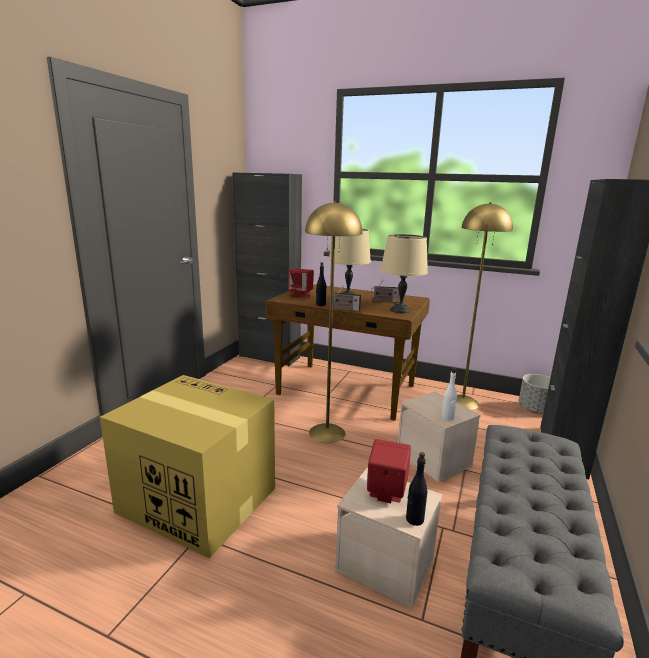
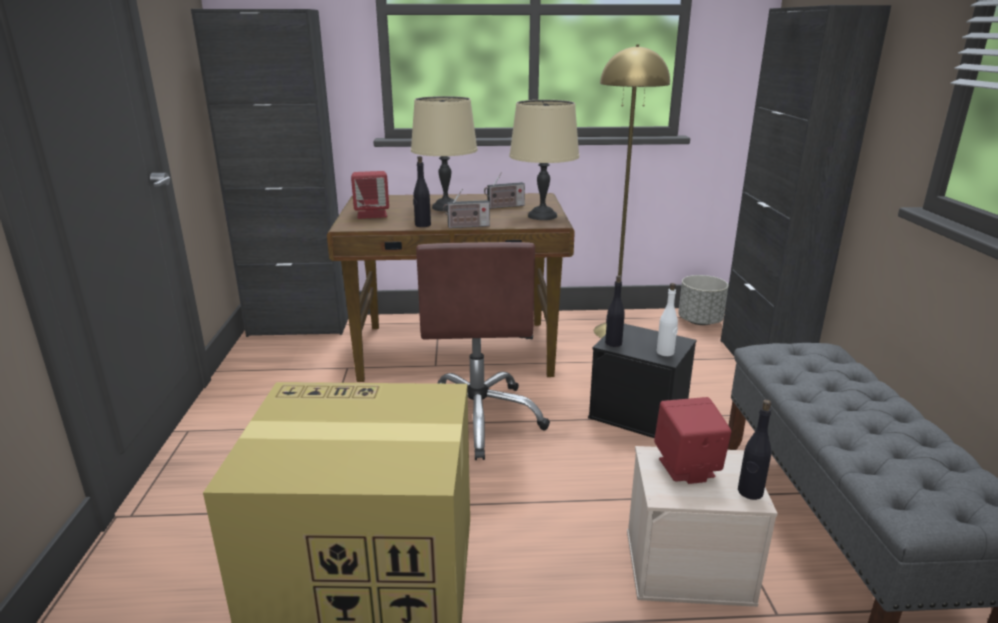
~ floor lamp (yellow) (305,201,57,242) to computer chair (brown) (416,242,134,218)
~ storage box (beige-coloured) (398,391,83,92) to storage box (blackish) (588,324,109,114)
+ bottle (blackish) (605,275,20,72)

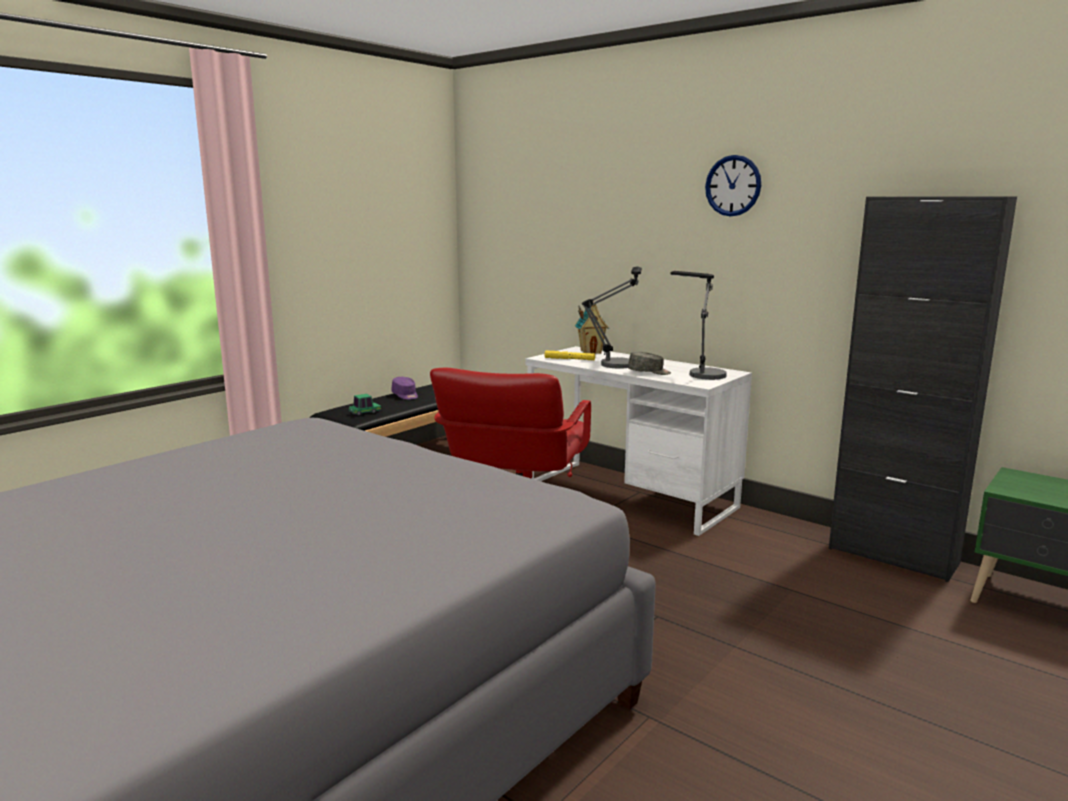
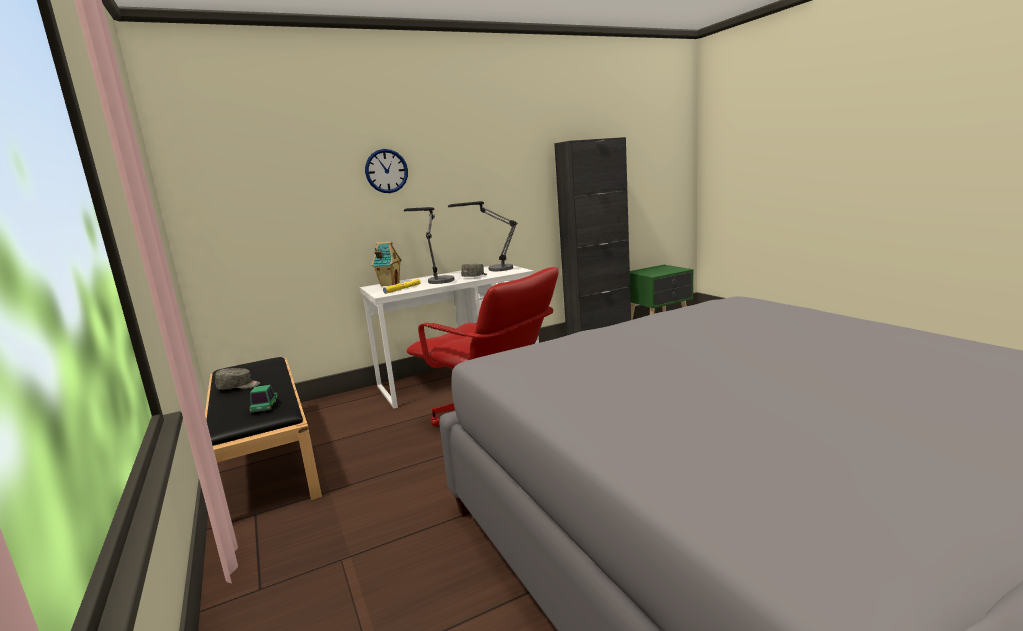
~ baseball cap (purplish) (392,377,26,23) to baseball cap (gray) (215,368,45,21)
~ clock on the wall (705,155,56,61) to (365,149,43,44)

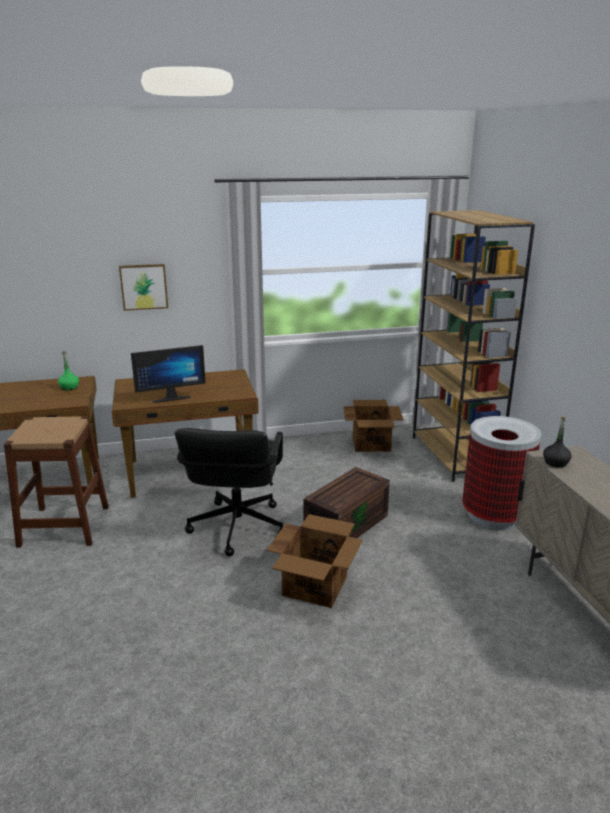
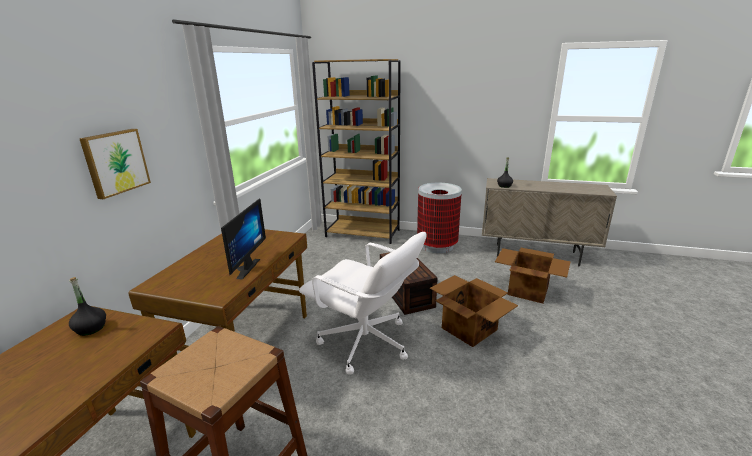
~ bottle (green) (58,351,21,39) to bottle (blackish) (69,277,37,59)
~ computer chair (blackish) (175,428,108,128) to computer chair (white-coloured) (299,232,127,142)
~ packing box (343,400,61,52) to (495,248,76,56)

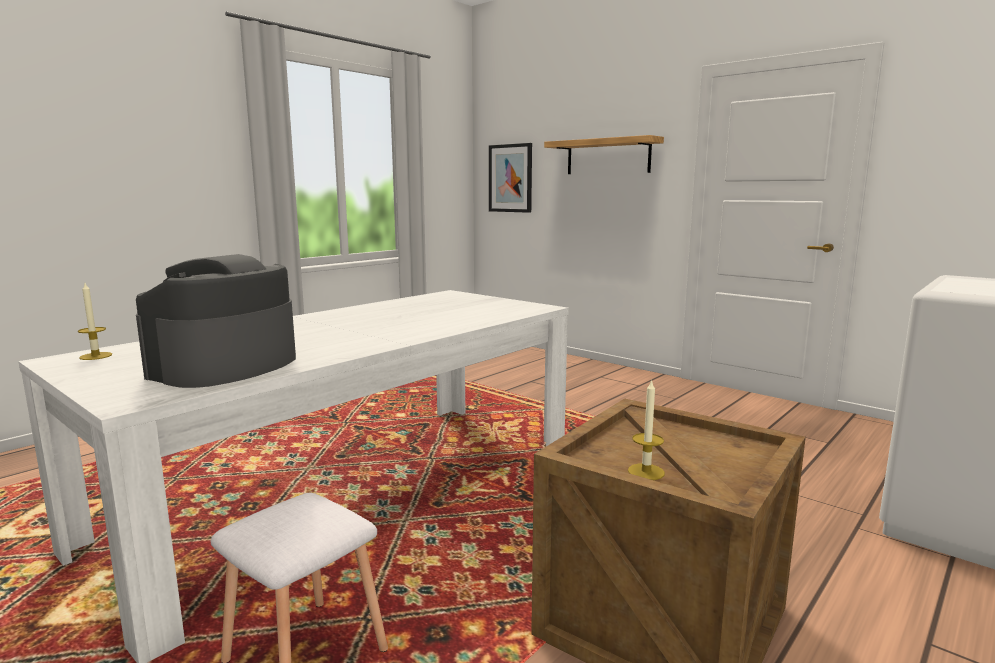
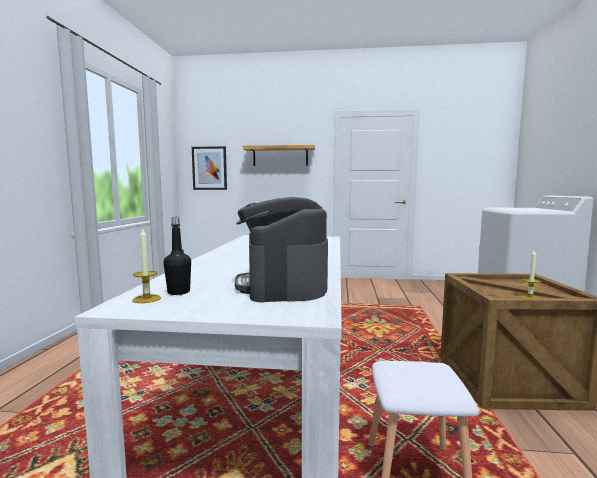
+ bottle (blackish) (163,217,28,78)

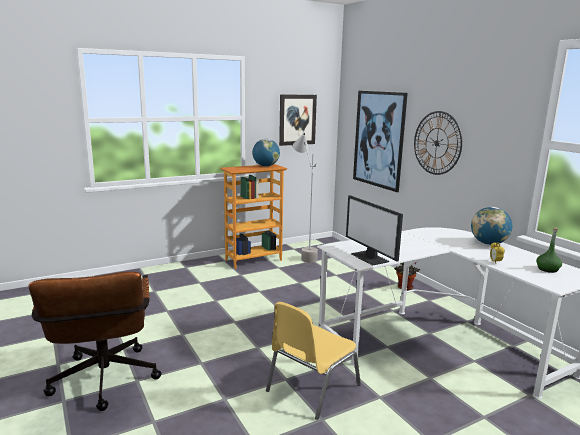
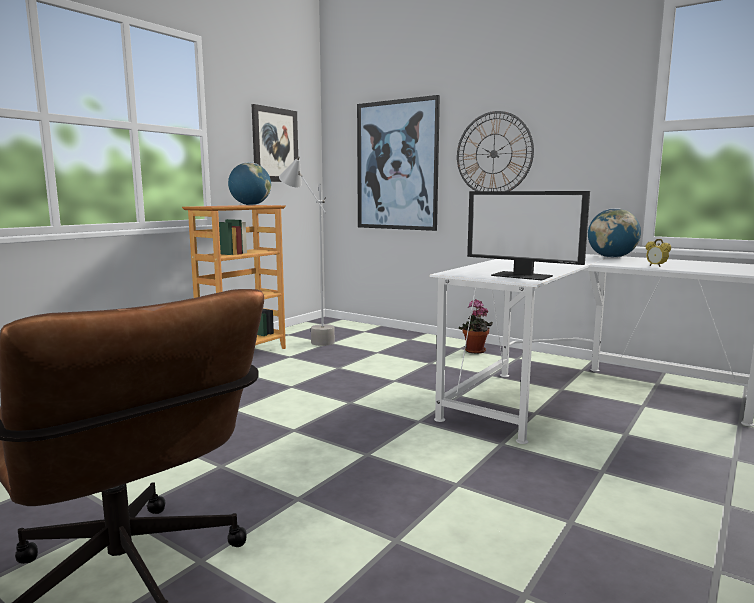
- chair (yellow) (266,302,95,118)
- bottle (green) (536,228,26,45)

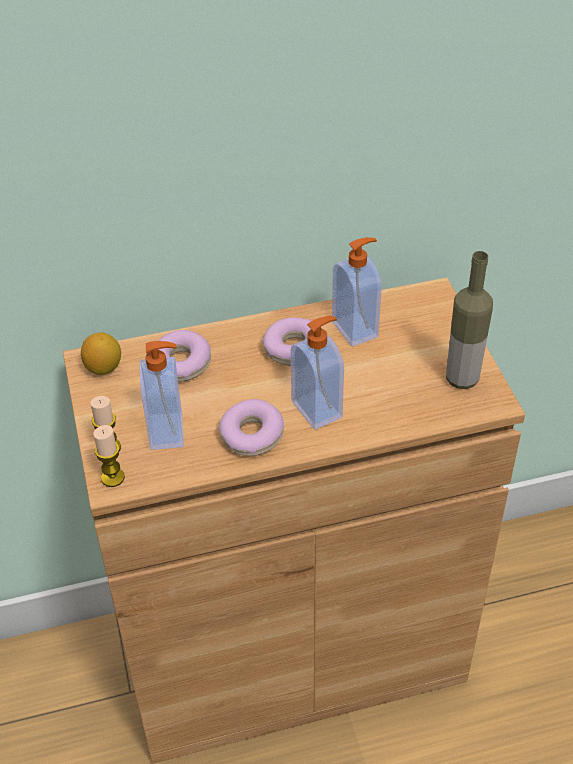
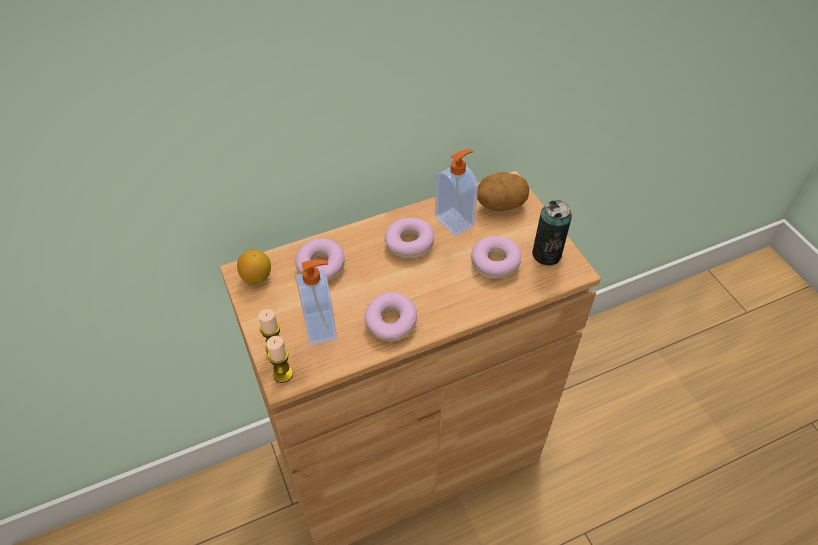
- soap dispenser (291,316,53,114)
~ bottle (446,251,47,138) to sealed can (532,200,40,66)
+ donut (471,236,50,43)
+ whole potato (477,172,52,39)

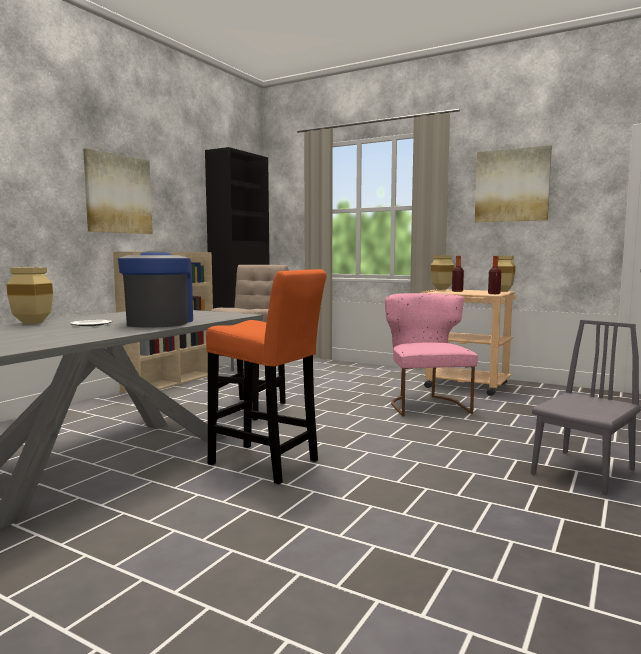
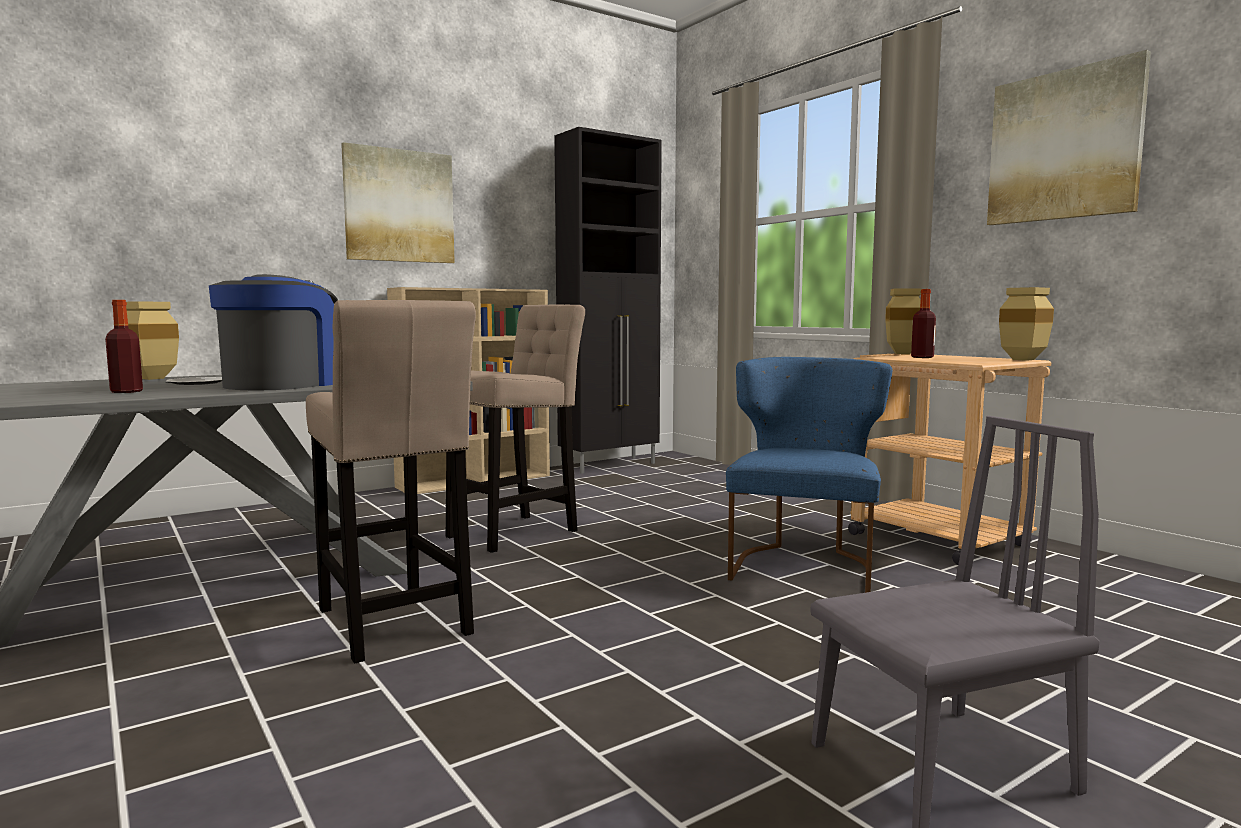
~ stool (orange-coloured) (206,269,121,215) to stool (beige-coloured) (306,300,170,363)
~ chair (pink) (385,293,93,123) to chair (blue) (726,357,166,236)
~ bottle (488,256,13,38) to (105,300,38,93)

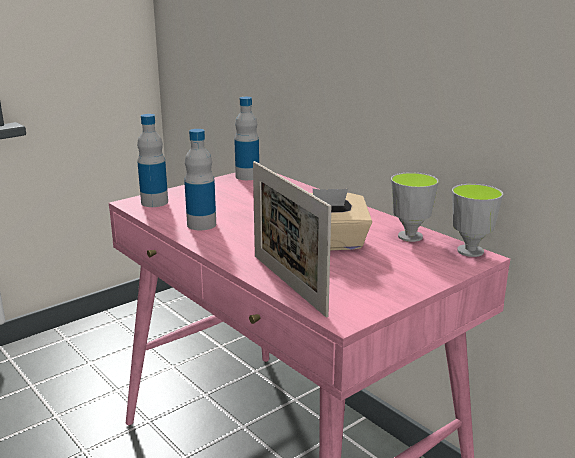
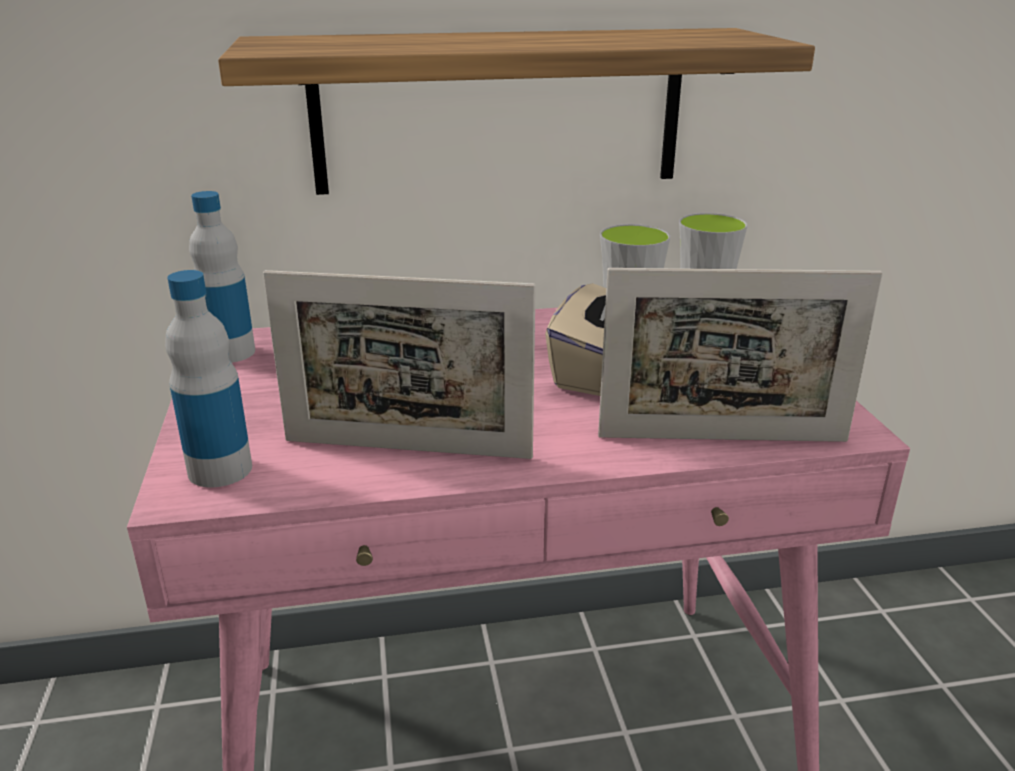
~ bottle (184,129,32,101) to picture frame (263,270,273,189)
+ wall shelf (218,28,597,167)

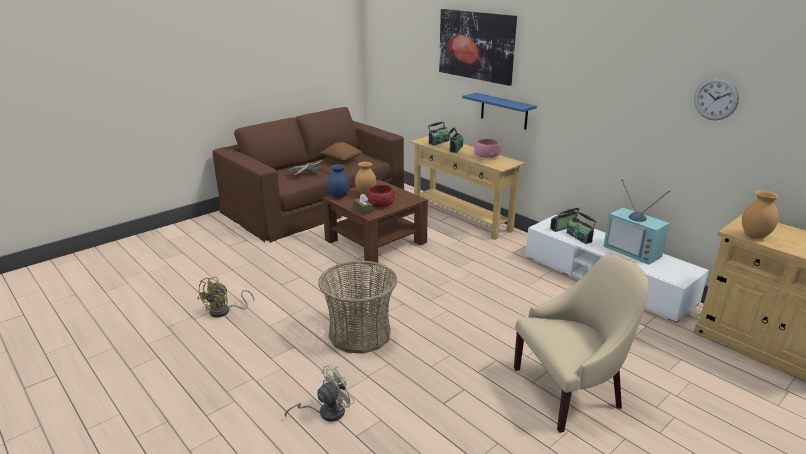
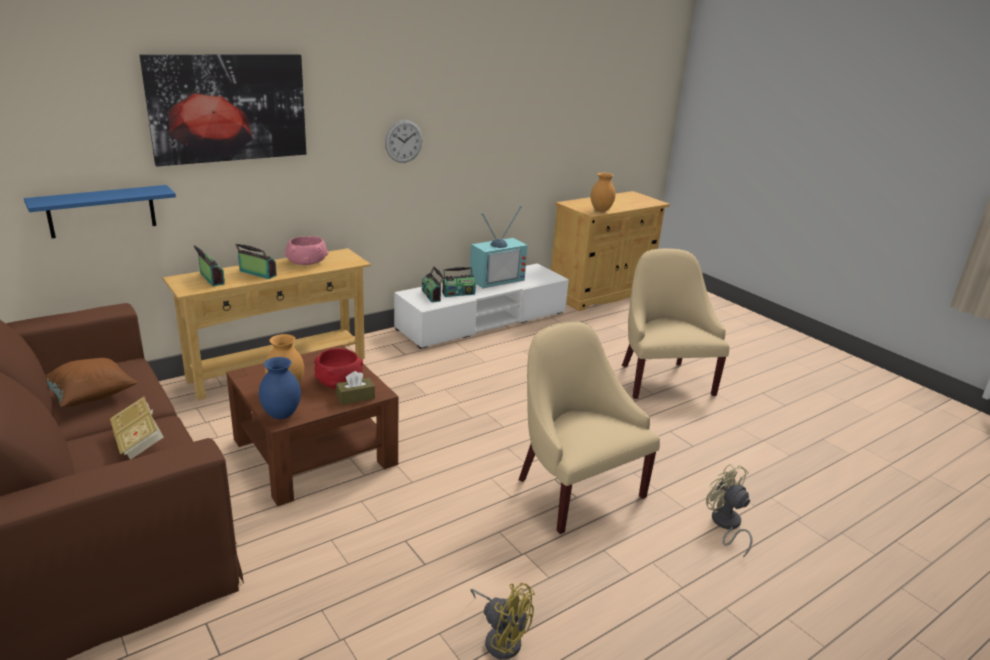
~ household basket (318,260,79,94) to lounge chair (beige-coloured) (518,321,142,213)
~ wall shelf (blue) (462,93,75,37) to (24,185,152,53)
~ clock on the wall (694,78,45,42) to (385,120,38,43)

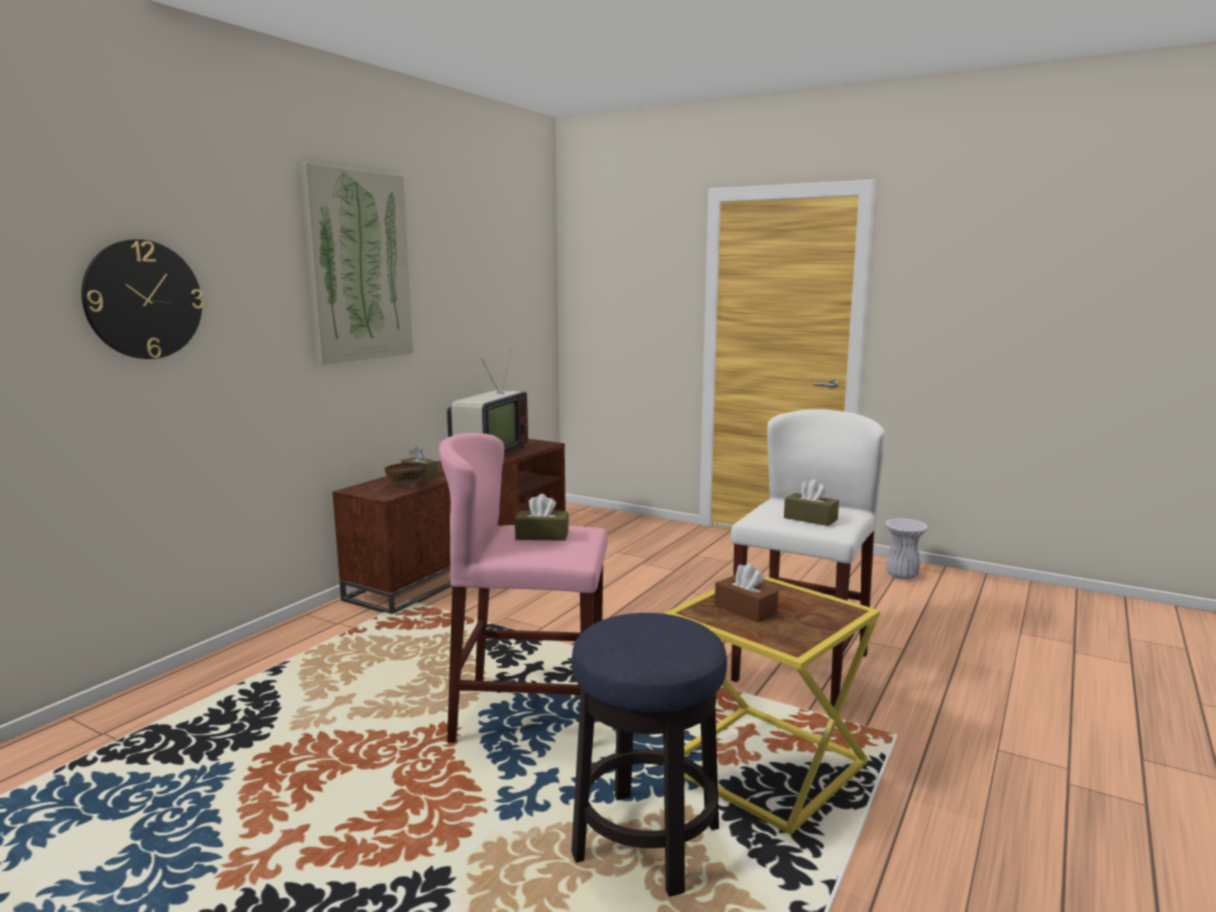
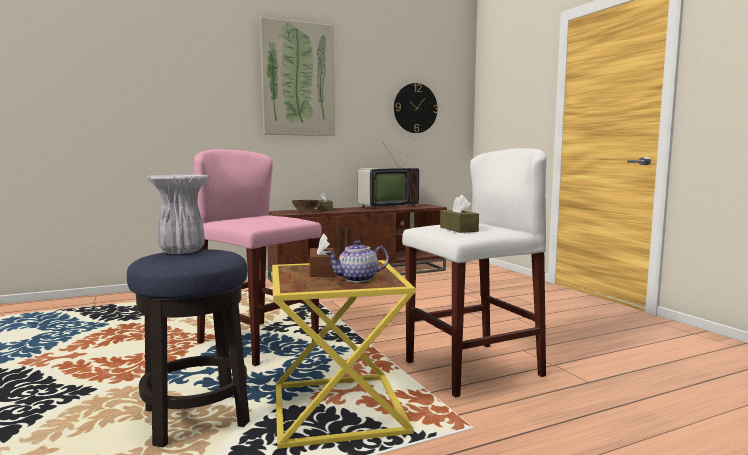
~ clock on the wall (82,239,122,120) to (394,83,44,50)
- tissue holder (brown) (515,494,54,47)
~ flower vase (white-coloured) (885,518,44,61) to (147,175,62,79)
+ pot for tea (326,240,63,42)

